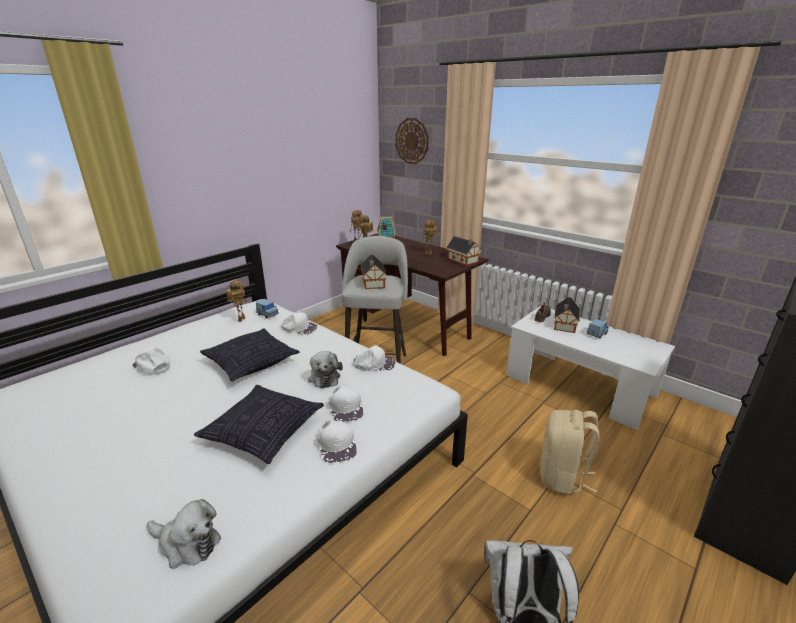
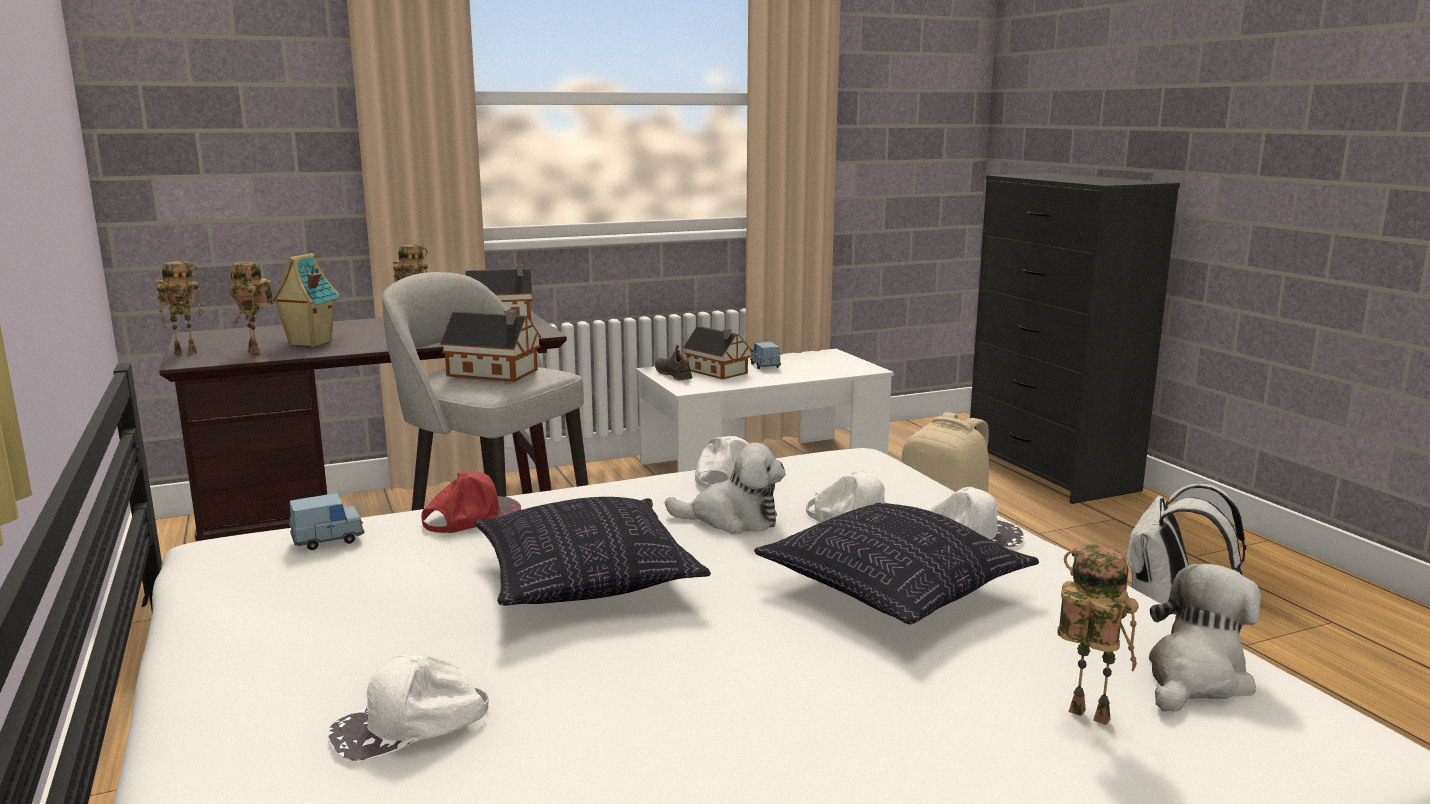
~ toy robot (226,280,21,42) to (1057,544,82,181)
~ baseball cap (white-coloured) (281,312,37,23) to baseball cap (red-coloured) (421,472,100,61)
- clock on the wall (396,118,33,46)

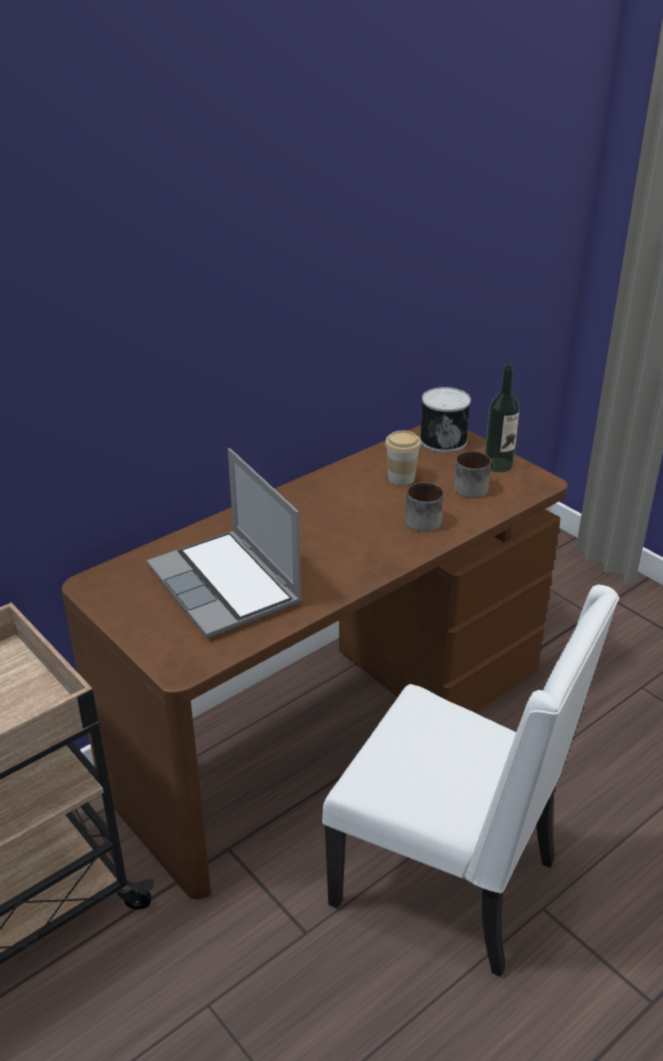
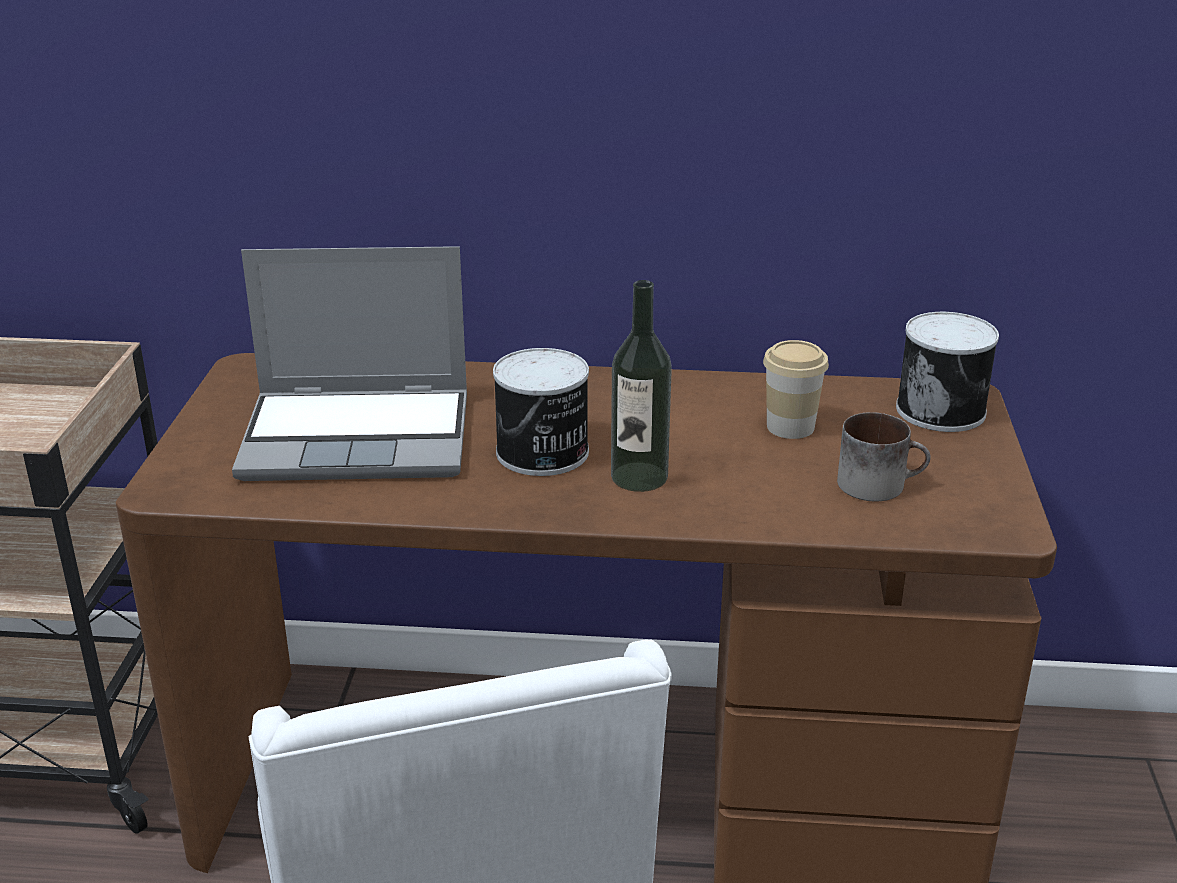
~ laptop (147,448,155,191) = (232,246,235,235) 105 degrees counterclockwise
- mug (405,482,39,50)
~ bottle (485,365,35,107) to (611,280,61,212)
+ sealed can (493,348,96,128)

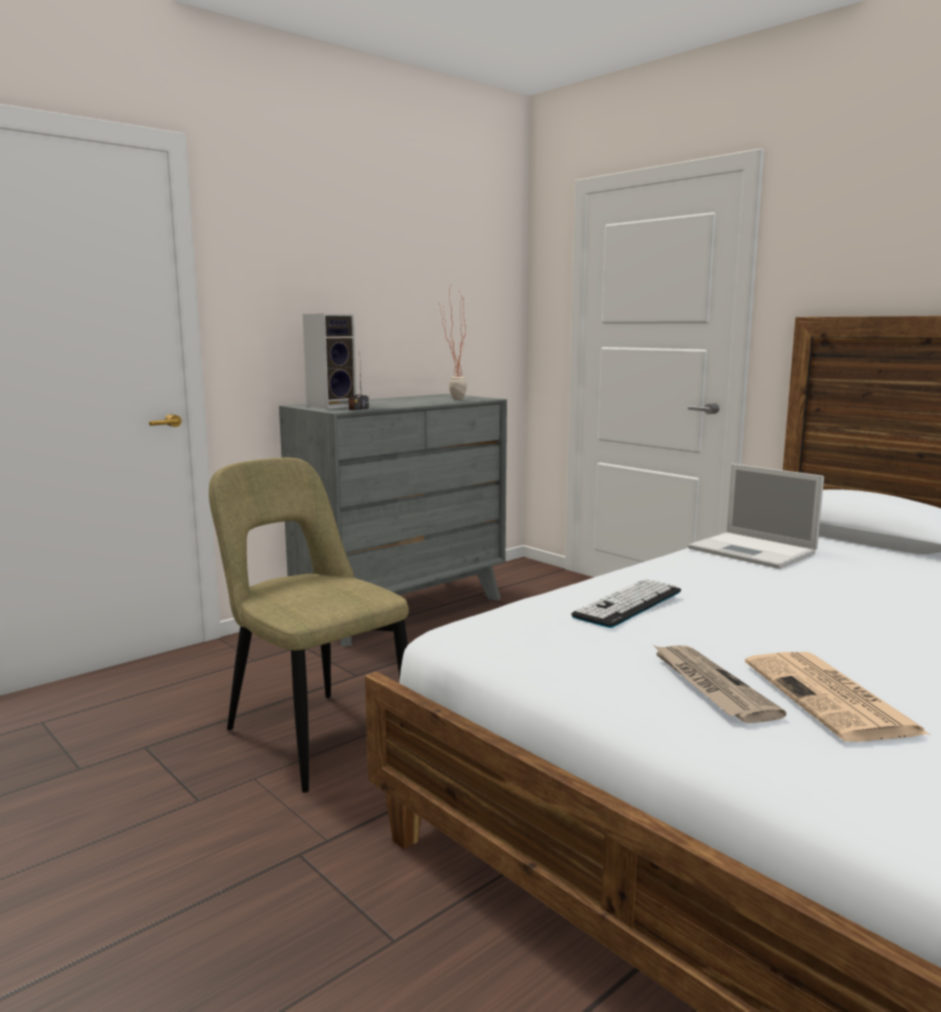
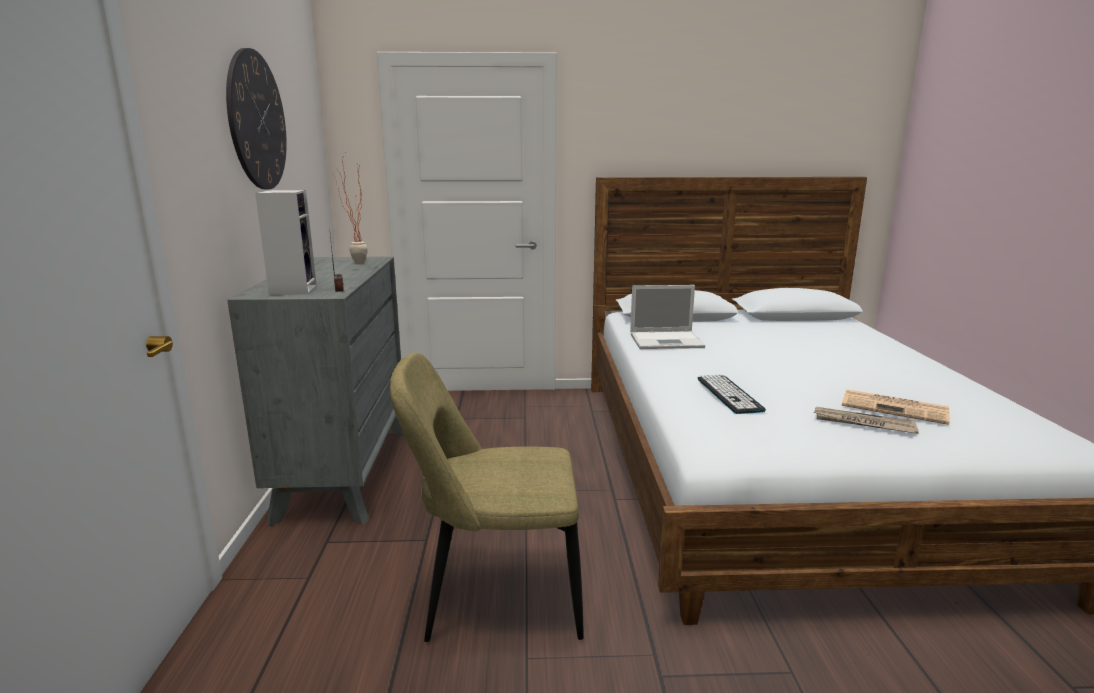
+ clock on the wall (226,48,61,141)

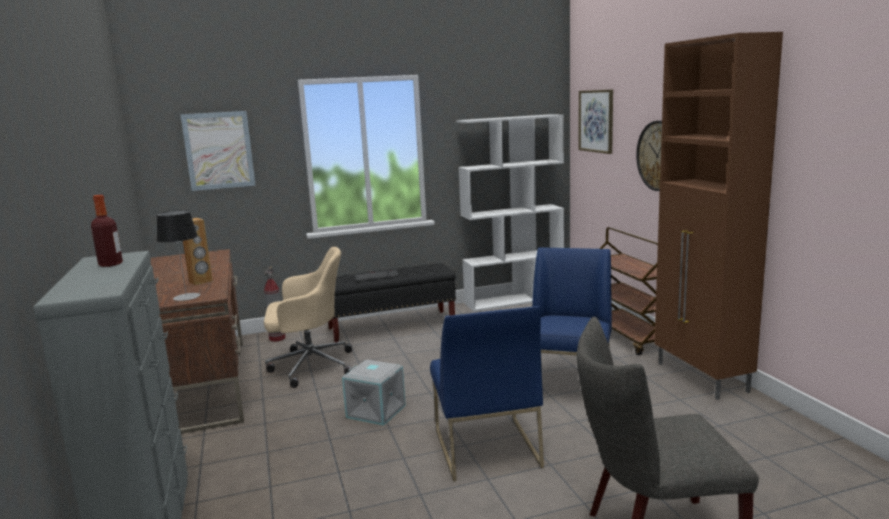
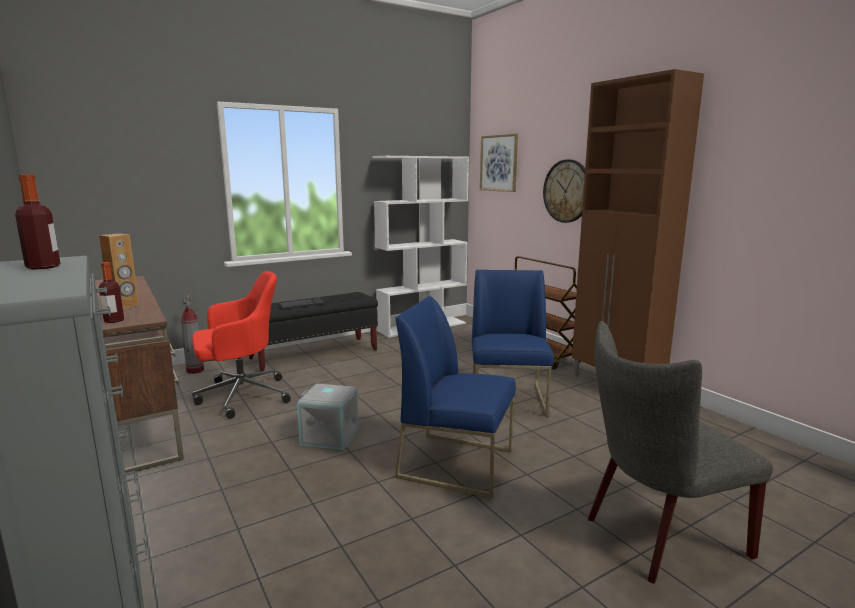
~ table lamp (156,210,44,91) to bottle (99,262,25,61)
- wall art (180,111,76,80)
~ computer chair (beige-coloured) (264,247,88,141) to computer chair (red-coloured) (192,271,99,148)
~ chair (blue) (430,306,114,175) = (395,296,121,202) 135 degrees clockwise

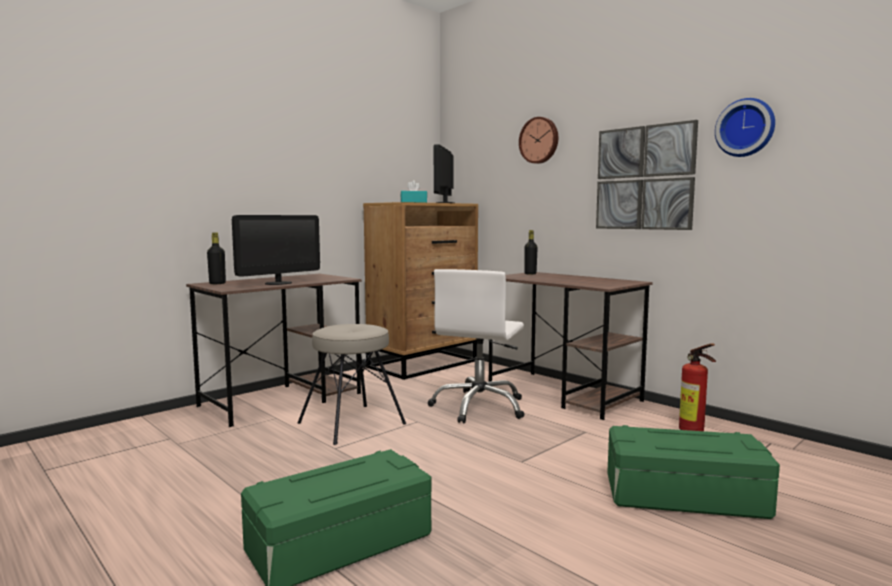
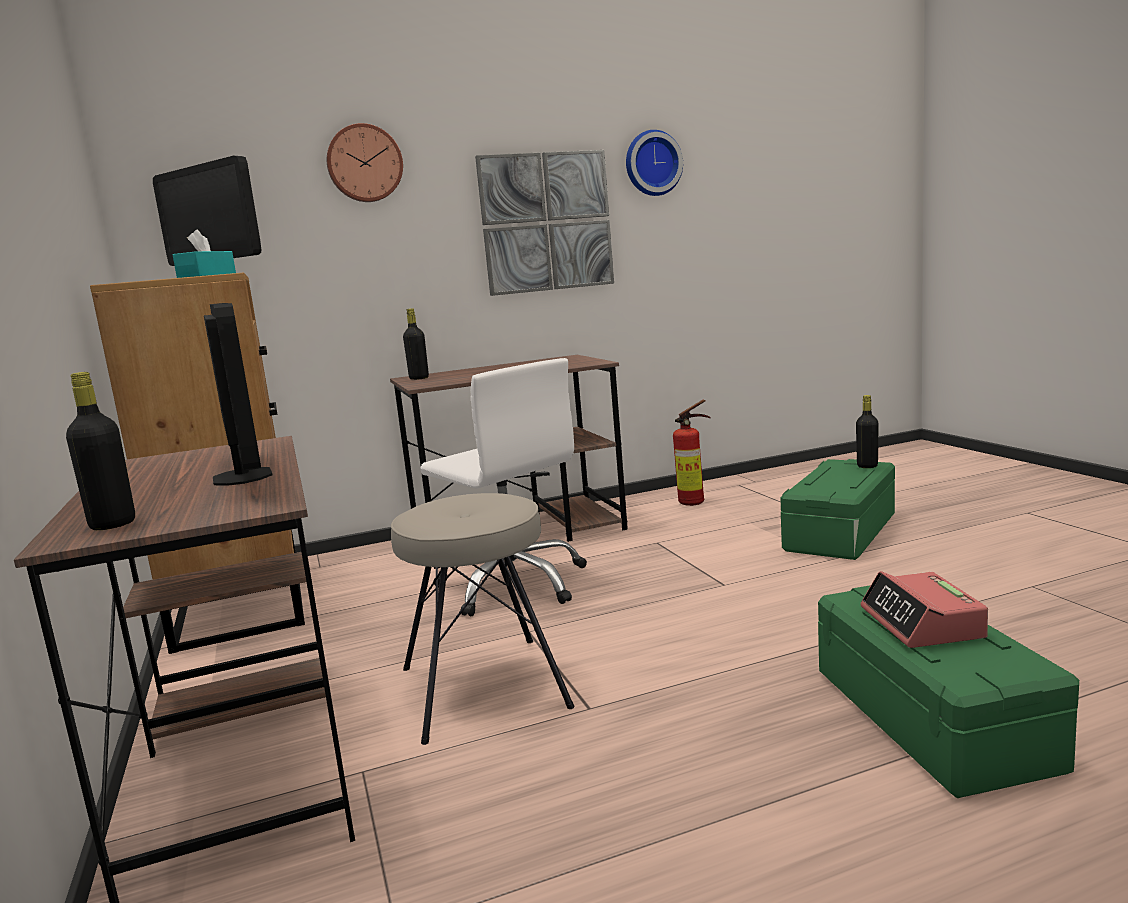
+ bottle (blackish) (856,395,23,73)
+ bedside clock (860,571,128,77)

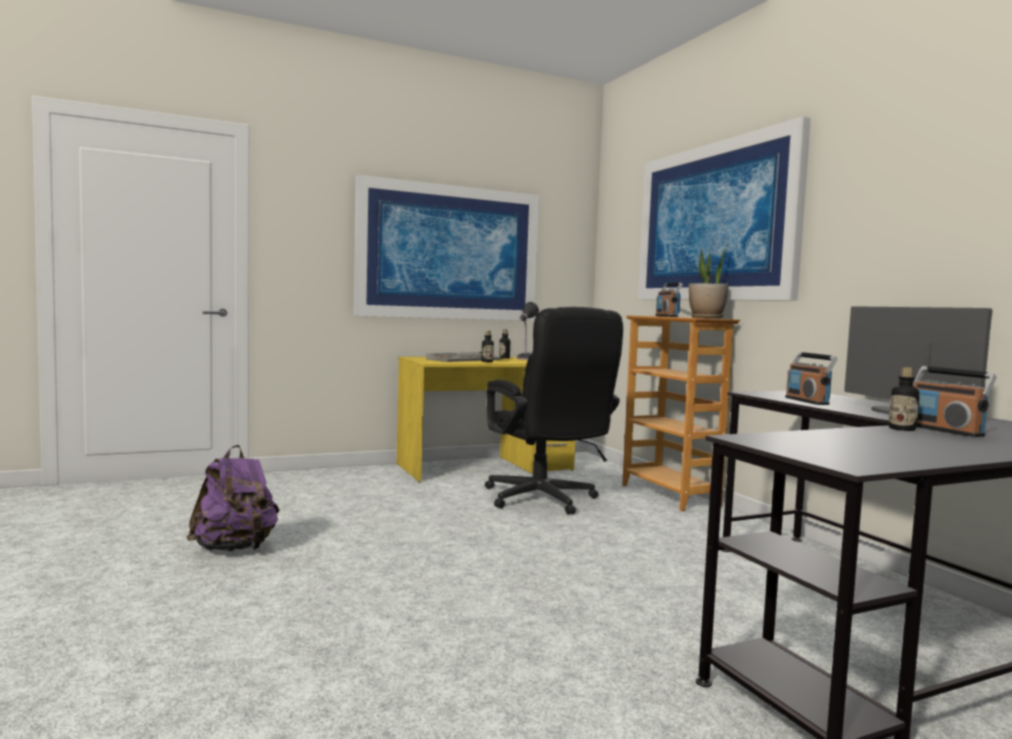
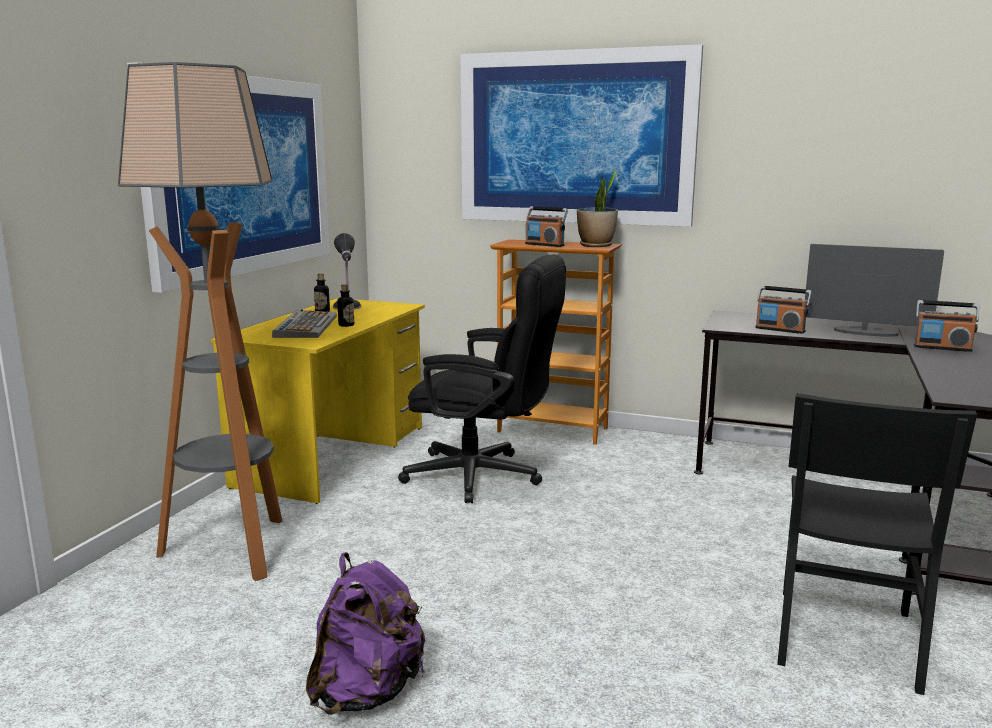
- bottle (889,367,31,64)
+ floor lamp (118,62,164,519)
+ chair (blackish) (777,393,200,302)

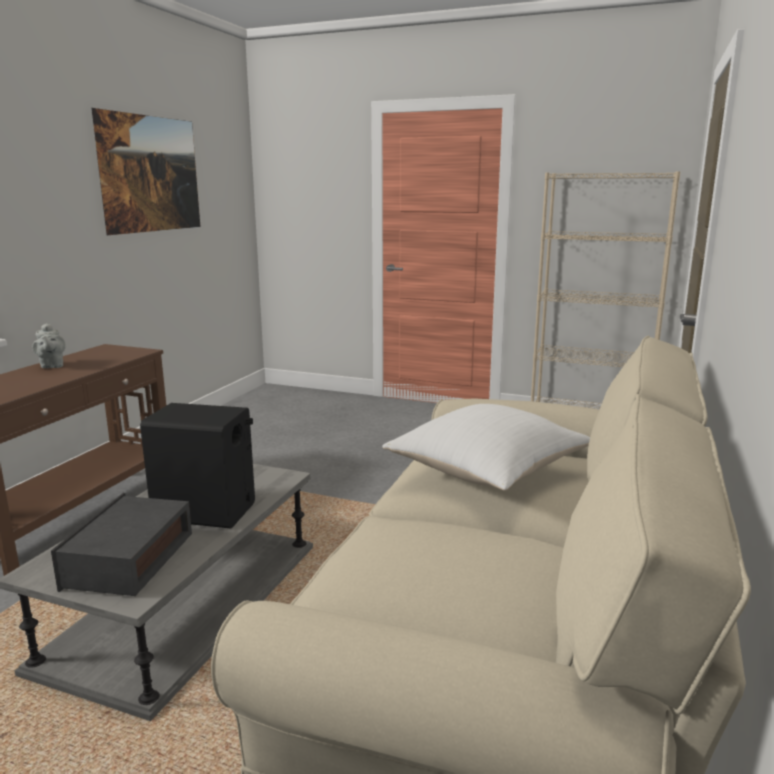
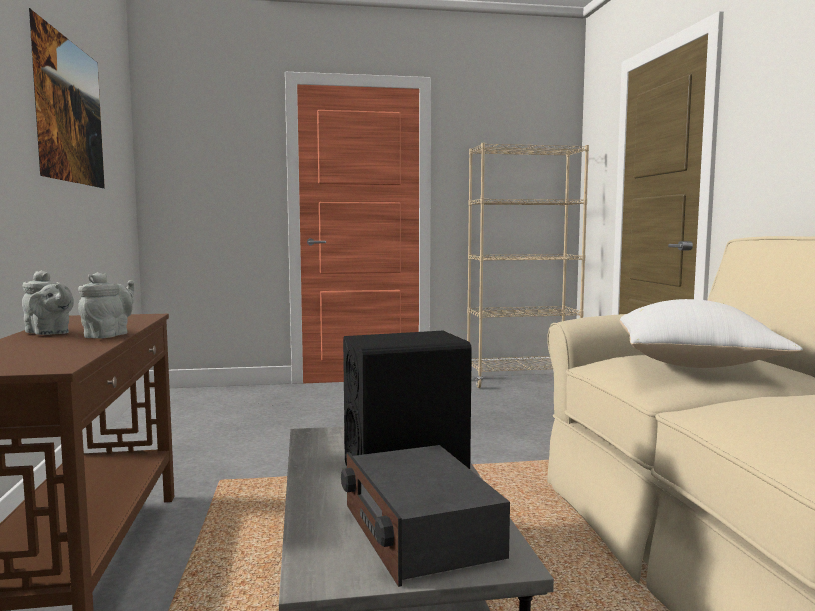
+ pot for tea (gray) (78,272,56,67)

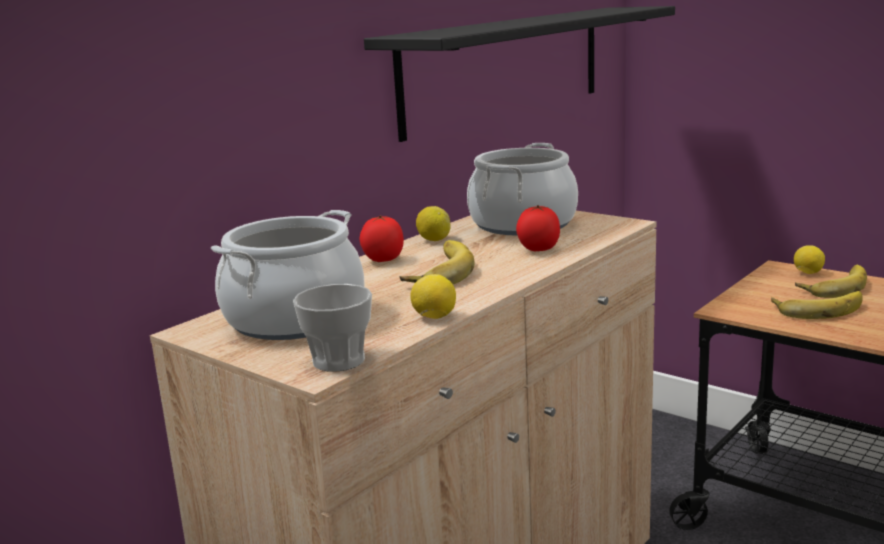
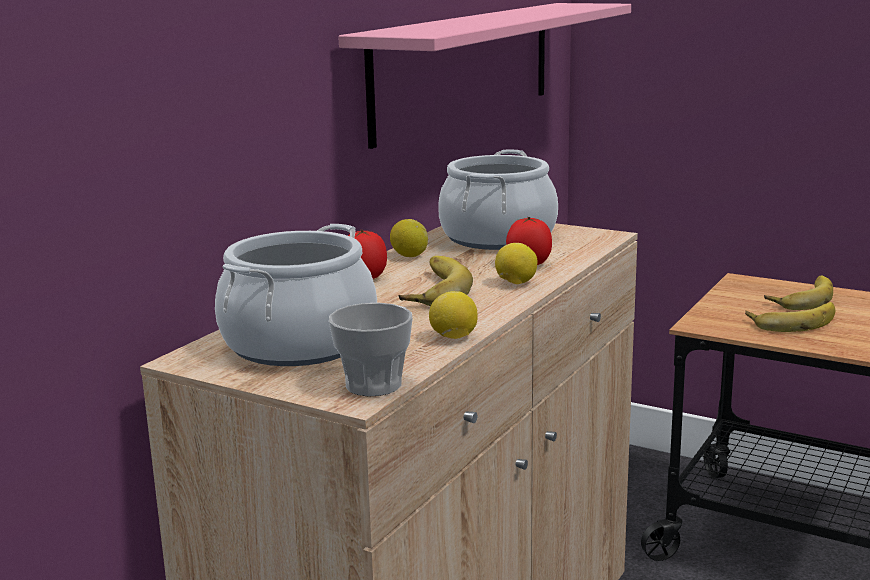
~ wall shelf (blackish) (364,6,311,136) to wall shelf (pink) (338,3,293,146)
~ lemon (794,245,31,29) to (495,243,42,41)

